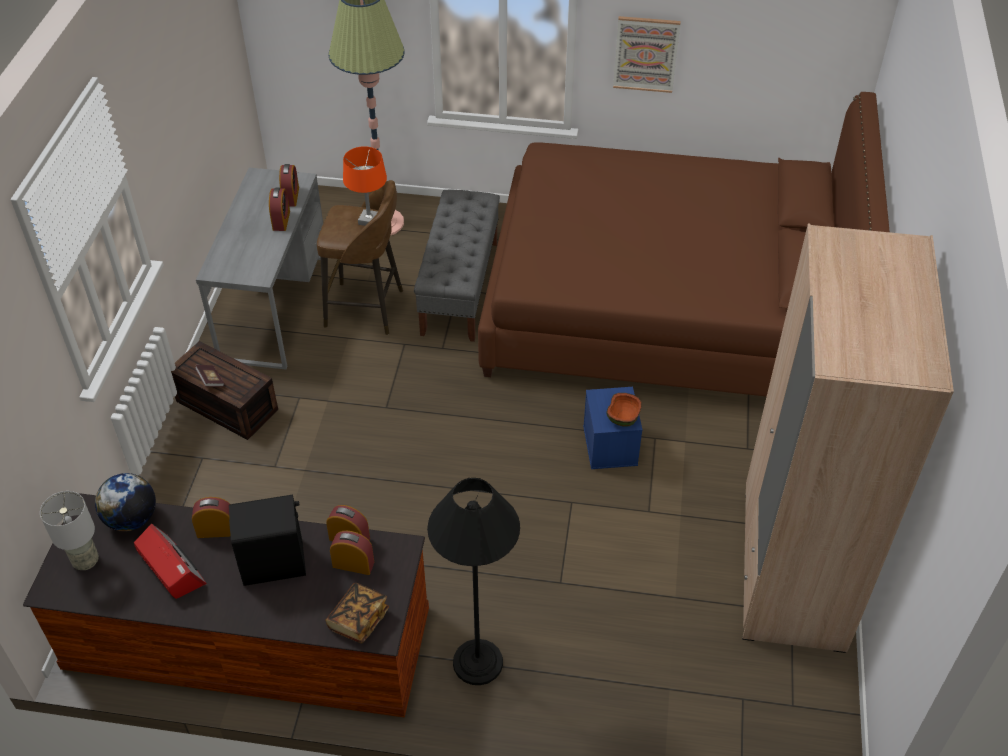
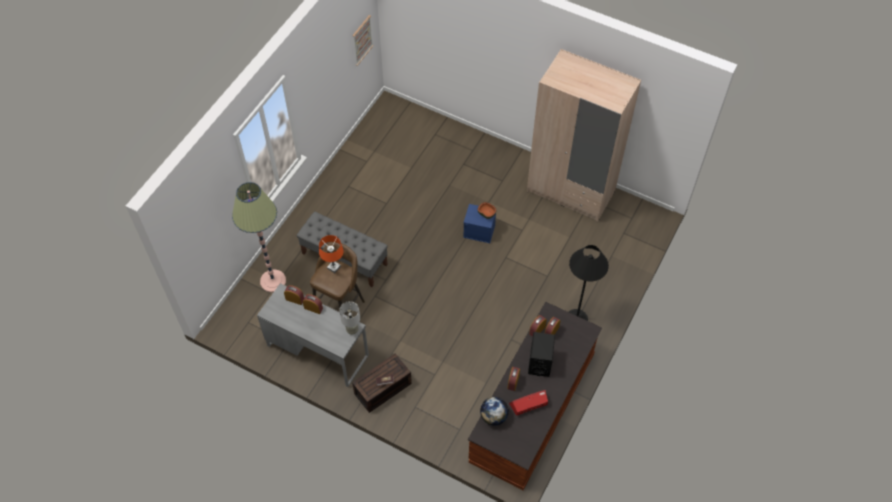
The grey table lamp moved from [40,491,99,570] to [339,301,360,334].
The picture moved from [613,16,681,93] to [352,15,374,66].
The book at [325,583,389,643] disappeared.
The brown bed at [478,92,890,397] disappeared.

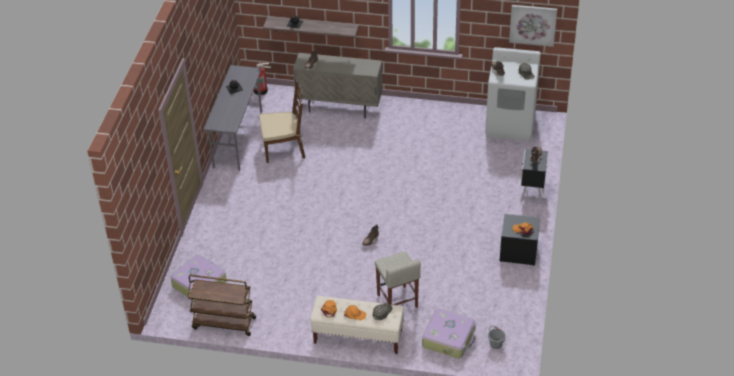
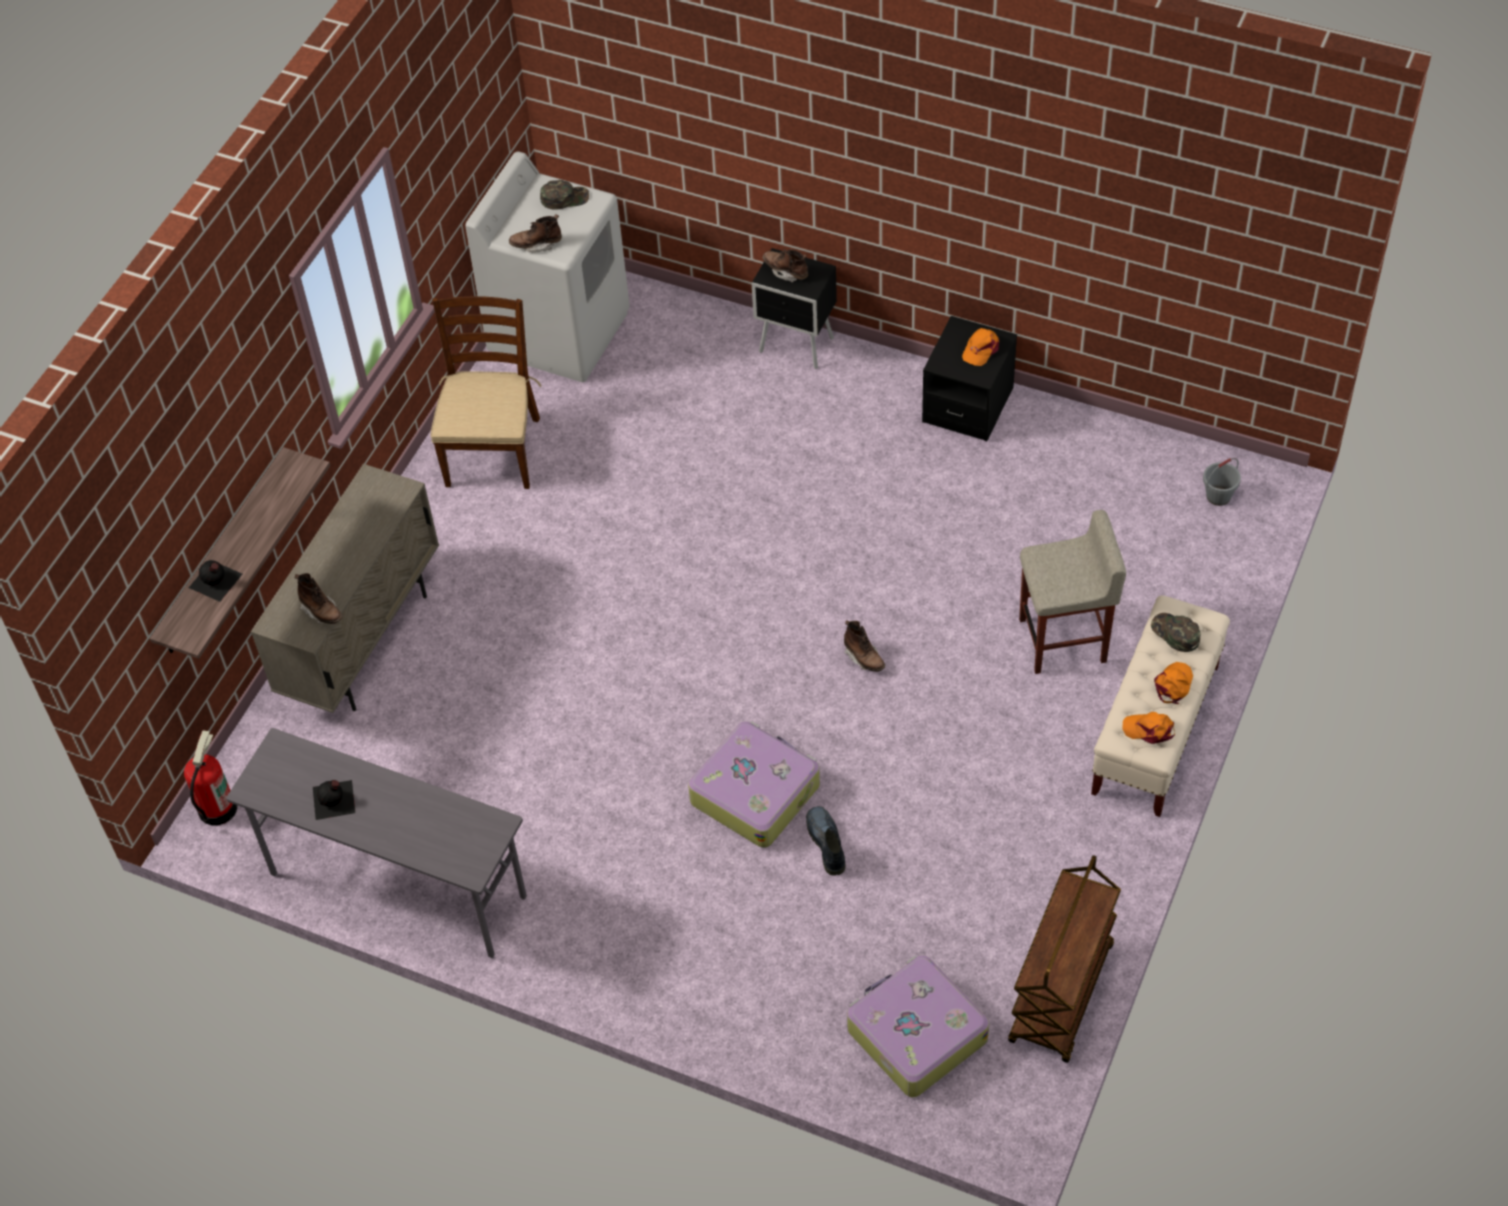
The brown chair moved from [259,81,305,163] to [430,296,541,489].
The suitcase moved from [422,309,476,359] to [688,721,820,848].
The boot at [806,806,846,876] appeared.
The picture at [509,5,557,47] disappeared.

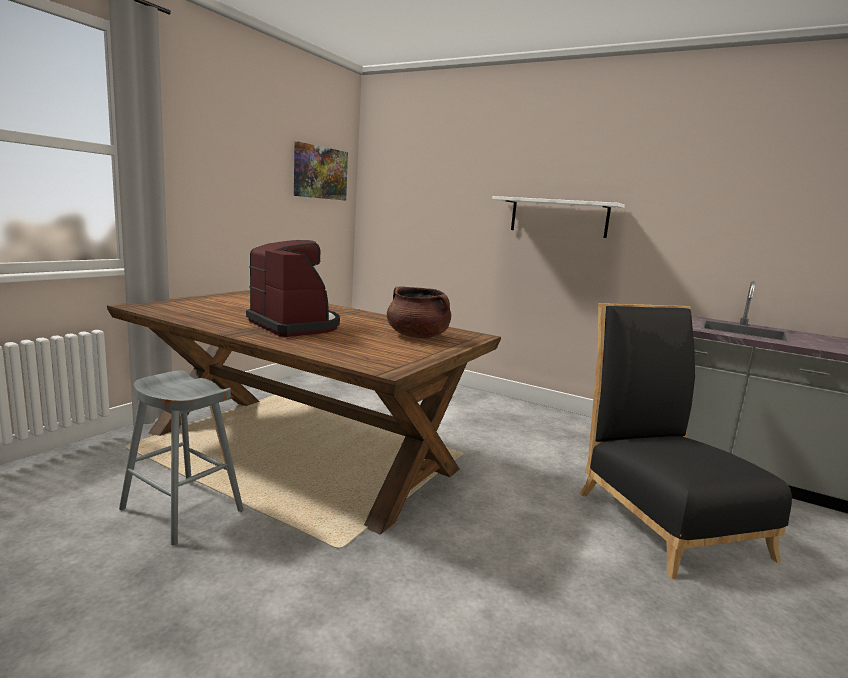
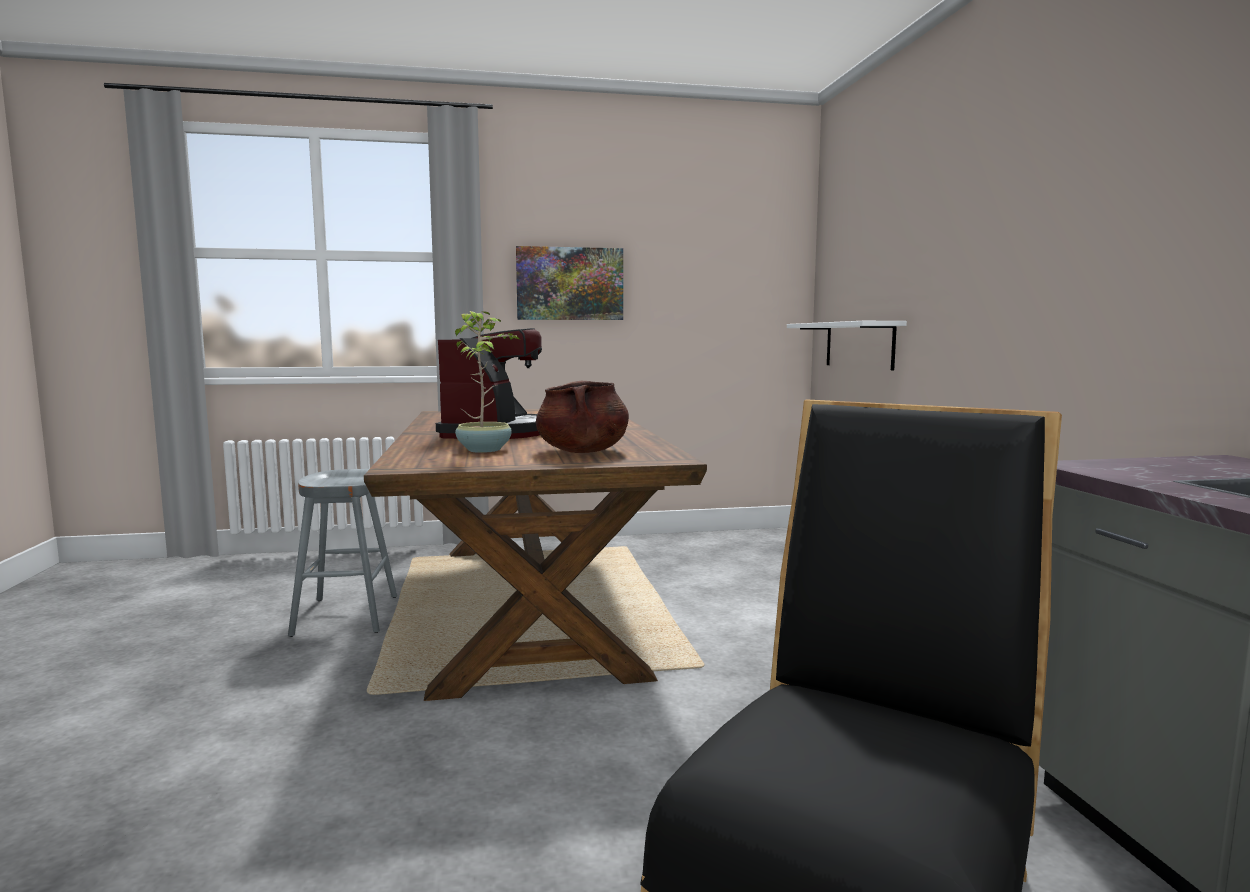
The potted plant at [455,311,521,453] appeared.
The picture moved from [294,141,348,201] to [516,246,623,320].
The white shelf moved from [492,196,625,238] to [787,321,907,371].

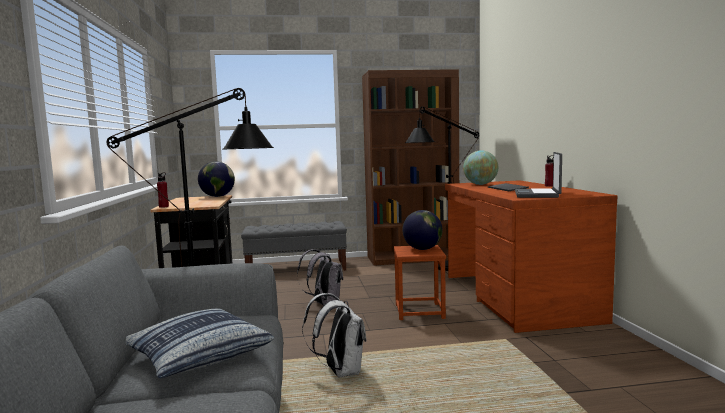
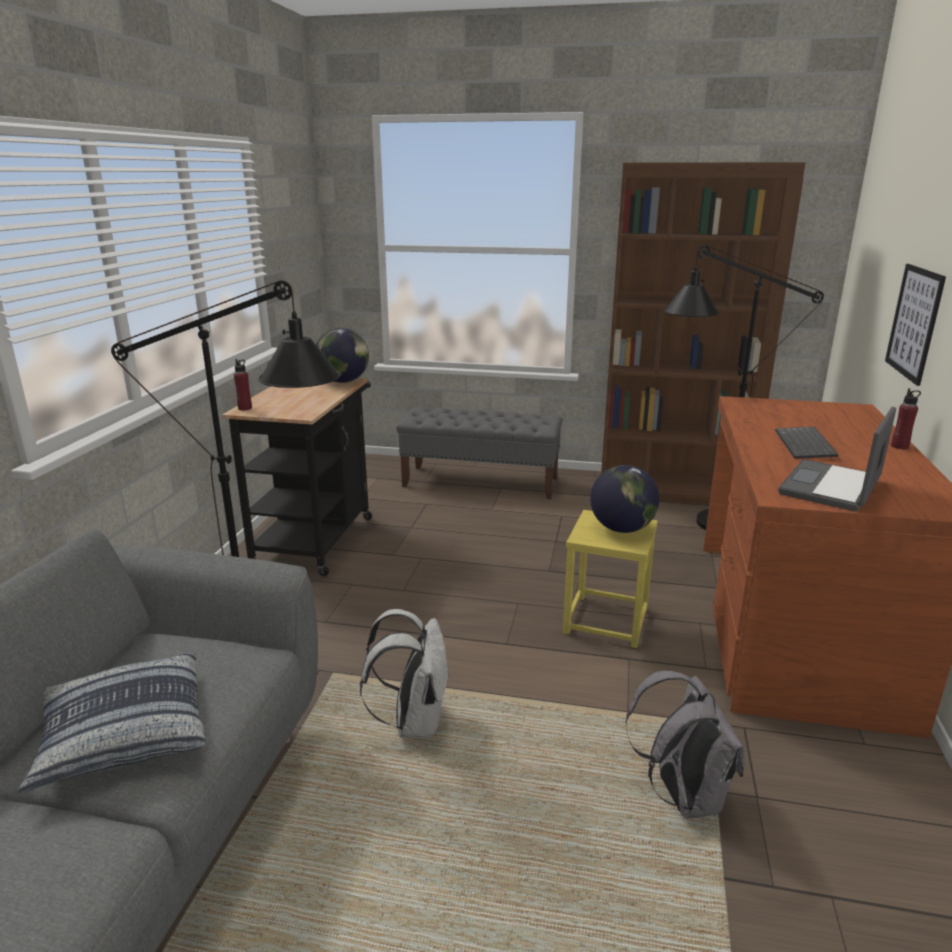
The brown stool at [394,245,446,320] became the yellow stool at [563,510,658,648].
The grey backpack moved from [297,249,343,306] to [625,671,744,818].
The picture at [885,264,946,386] appeared.
The globe at [463,151,498,185] disappeared.

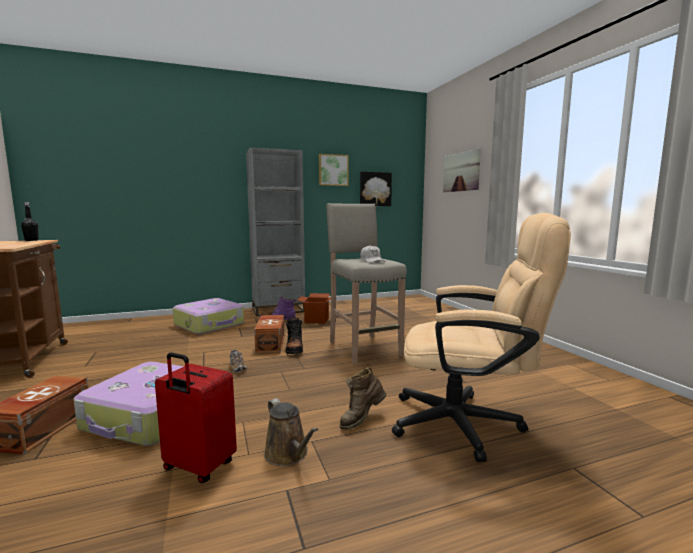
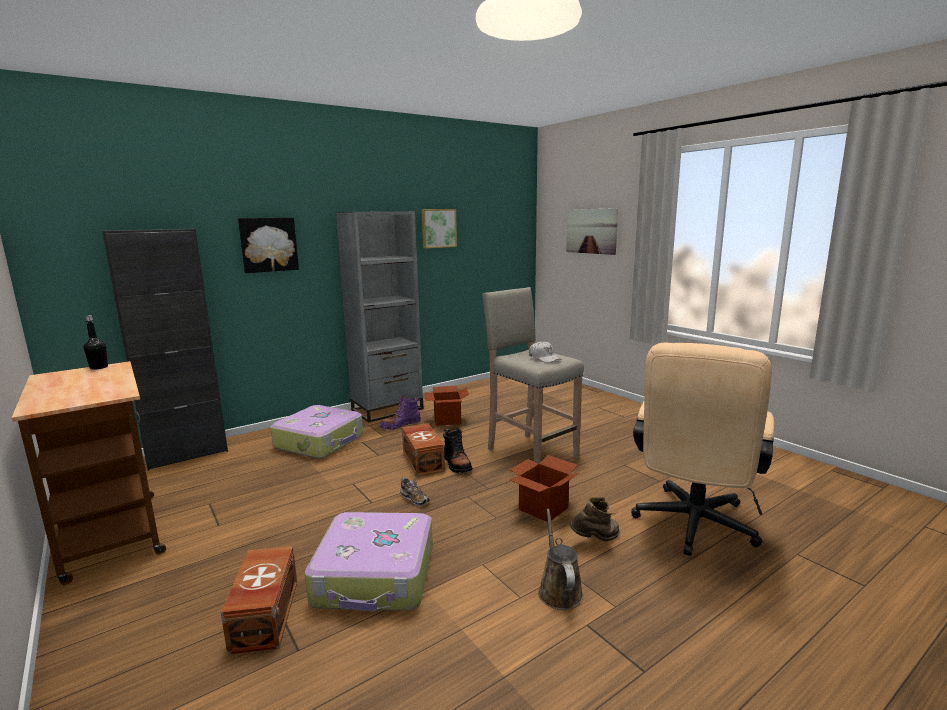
The black cabinet at [102,229,228,471] appeared.
The picture moved from [360,172,392,206] to [238,218,299,273].
The cardboard box at [509,455,579,522] appeared.
The brown watering can at [264,398,318,466] turned 135 degrees counterclockwise.
The brown boot at [339,367,386,430] turned 150 degrees counterclockwise.
The beige office chair at [392,213,571,462] turned 120 degrees clockwise.
The red suitcase at [155,352,237,483] disappeared.

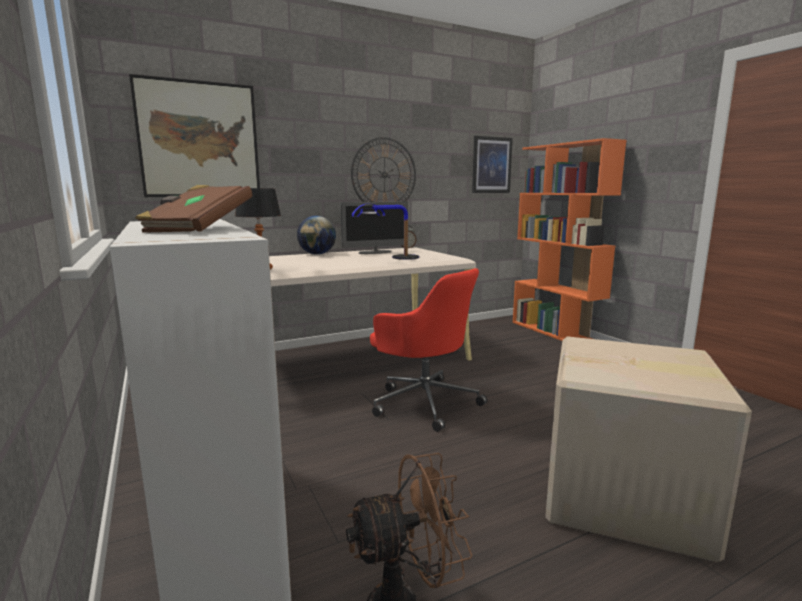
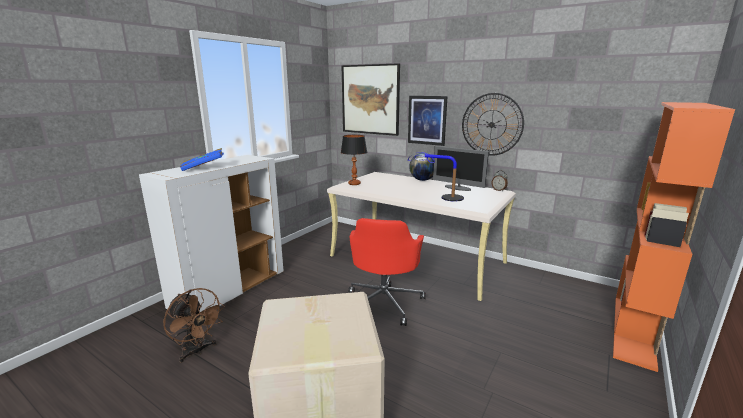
The brown book at [135,185,252,233] became the blue book at [180,148,224,171].
The picture moved from [472,136,513,193] to [408,96,448,146].

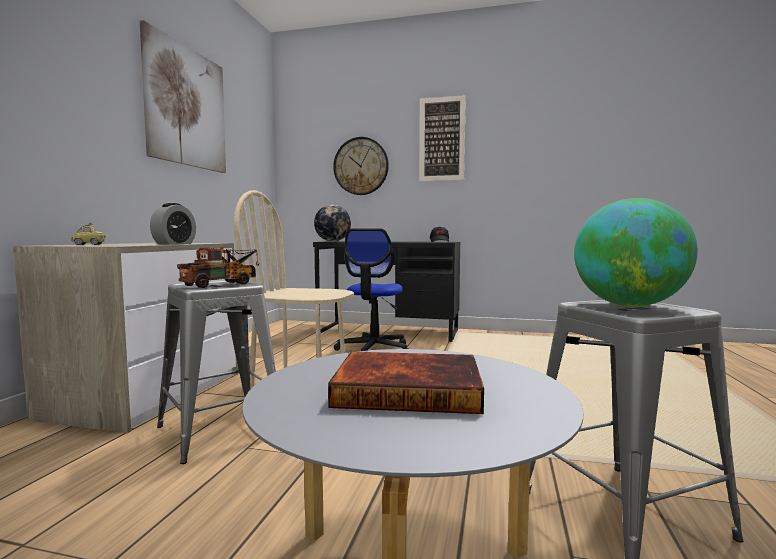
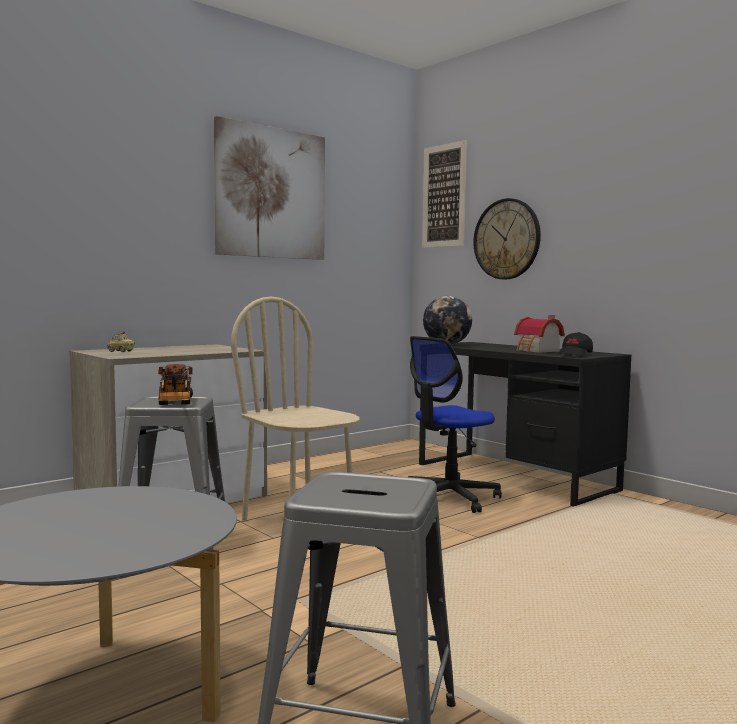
The toy truck at [177,247,259,288] turned 90 degrees clockwise.
The picture moved from [419,95,466,181] to [422,140,467,248].
The toy house at [514,315,565,353] appeared.
The alarm clock at [150,203,196,244] disappeared.
The book at [328,352,484,414] disappeared.
The globe at [574,198,698,307] disappeared.

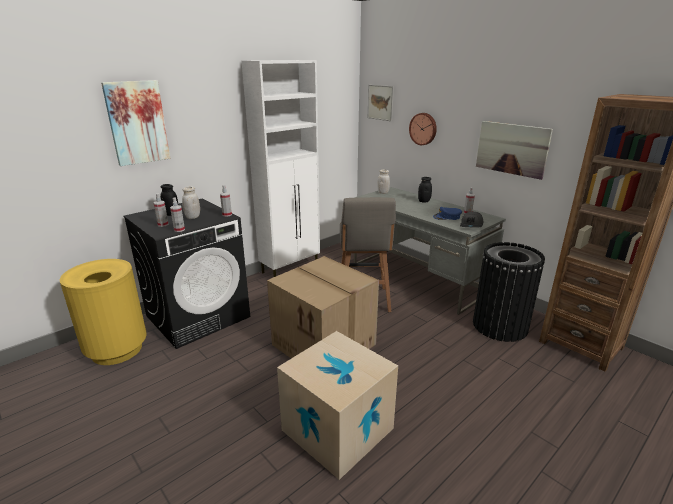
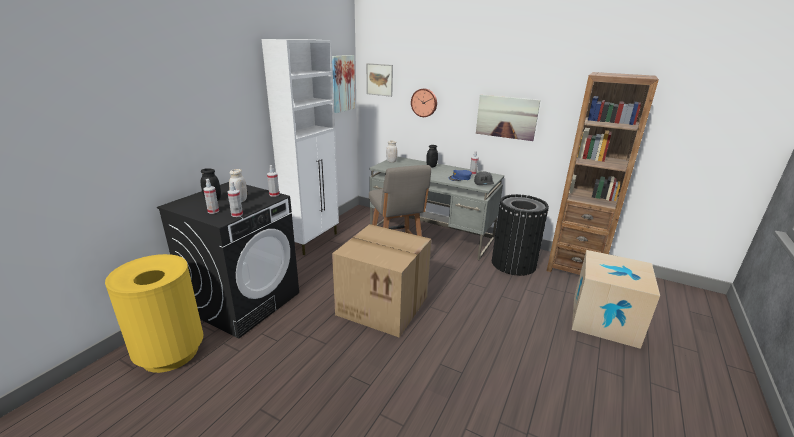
The picture moved from [101,80,170,166] to [332,55,355,113].
The cardboard box moved from [277,331,398,480] to [572,250,660,349].

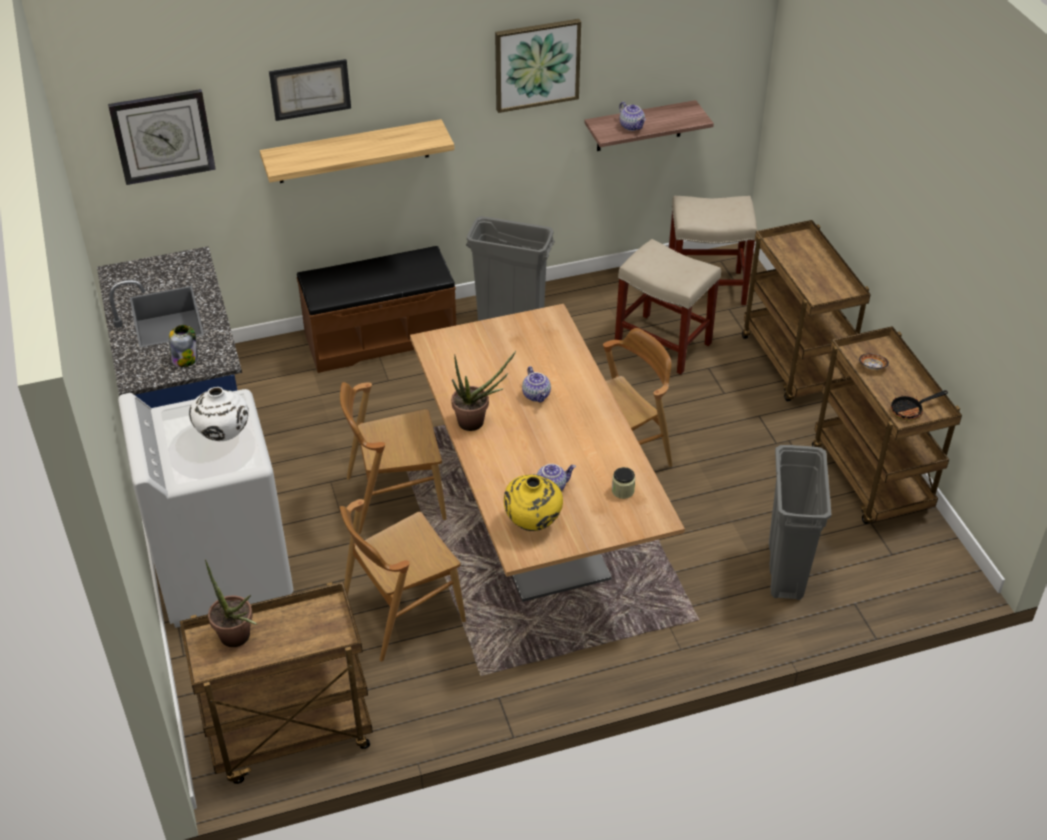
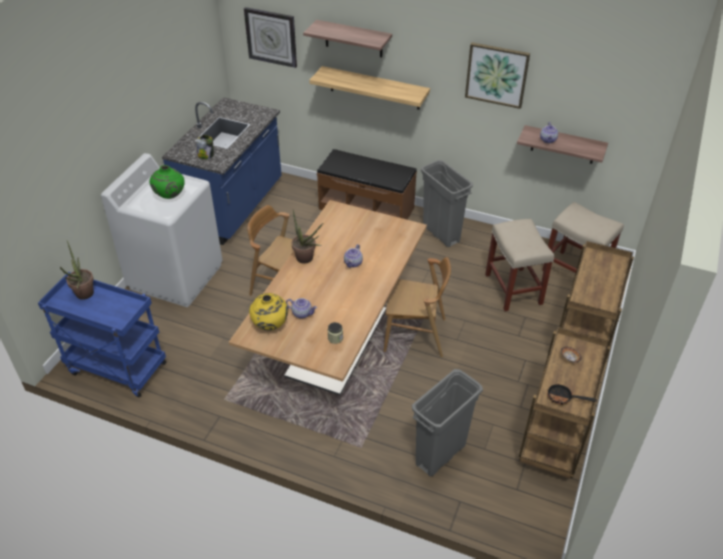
The brown cart at [180,582,373,784] became the blue cart at [38,272,167,397].
The white vase at [189,387,249,441] became the green vase at [150,165,185,199].
The picture at [269,59,351,121] was replaced by the shelf at [303,20,392,57].
The brown chair at [339,499,466,662] disappeared.

